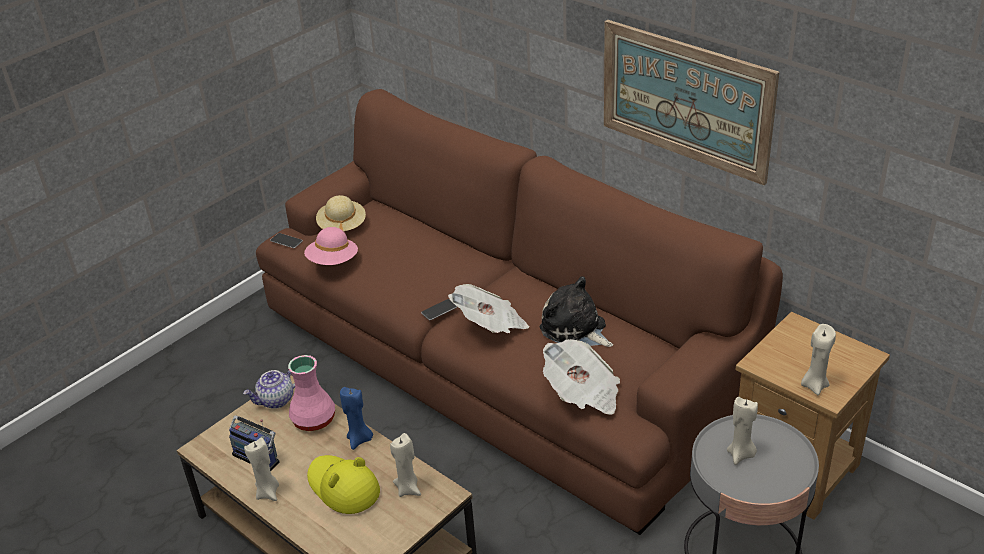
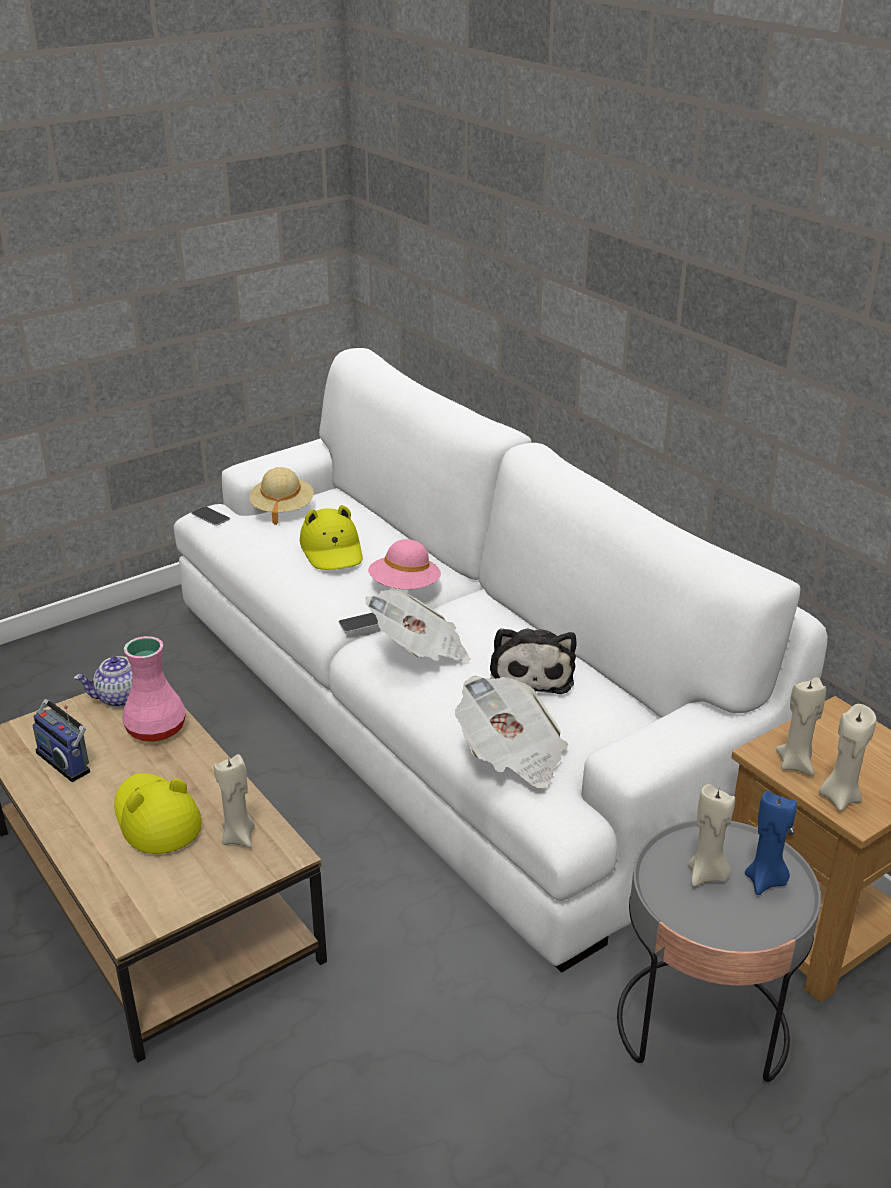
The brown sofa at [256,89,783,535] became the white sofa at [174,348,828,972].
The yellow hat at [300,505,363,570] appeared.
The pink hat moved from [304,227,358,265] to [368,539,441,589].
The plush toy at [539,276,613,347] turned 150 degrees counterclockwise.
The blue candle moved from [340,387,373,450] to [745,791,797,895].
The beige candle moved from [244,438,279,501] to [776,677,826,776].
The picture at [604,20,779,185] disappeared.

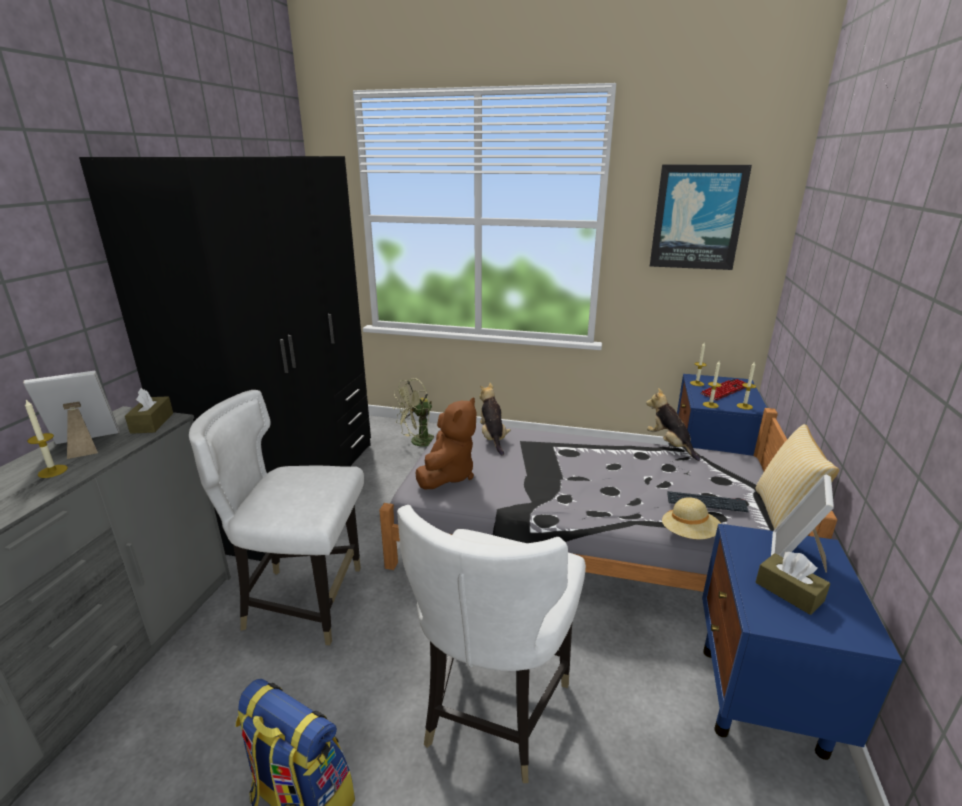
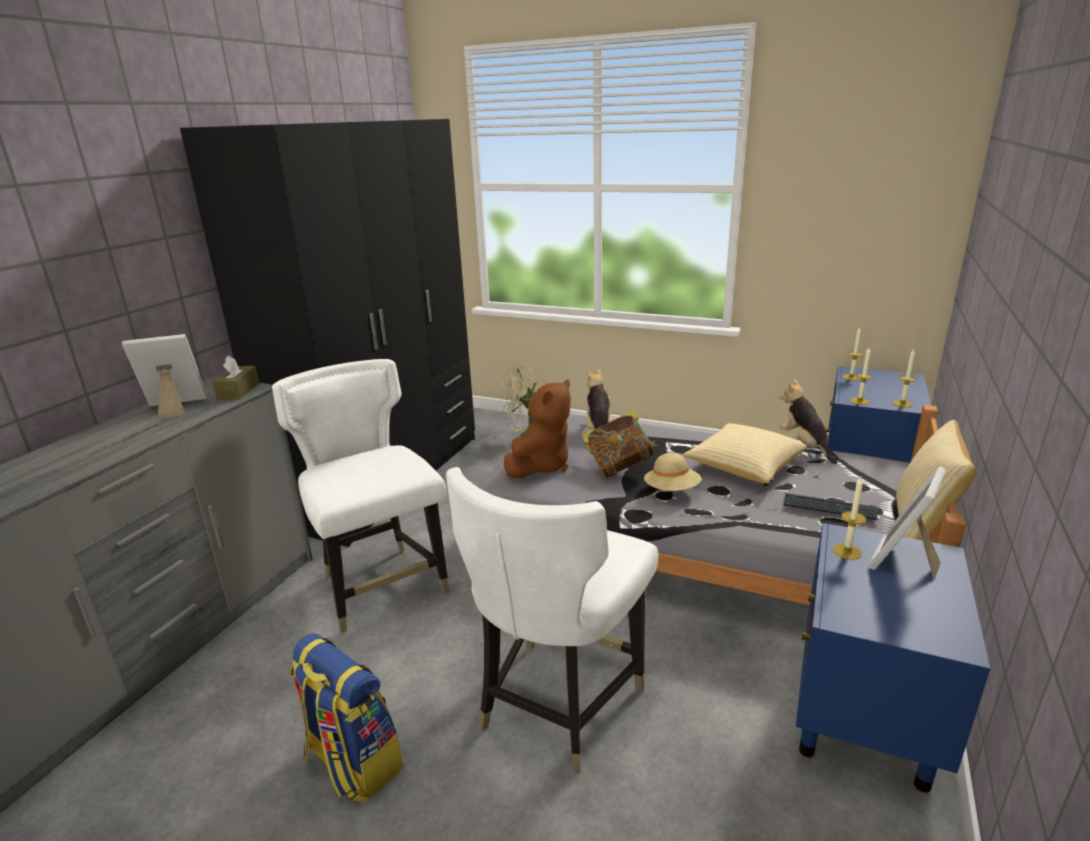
The white chair at [189,390,364,645] turned 45 degrees clockwise.
The book at [581,409,658,478] appeared.
The beige hat moved from [662,497,721,540] to [644,453,702,491].
The pillow at [683,423,807,484] appeared.
The candle moved from [25,400,68,478] to [833,477,866,560].
The picture at [650,164,752,270] disappeared.
The keyboard at [700,379,746,401] disappeared.
The brown tissue box at [756,552,831,615] disappeared.

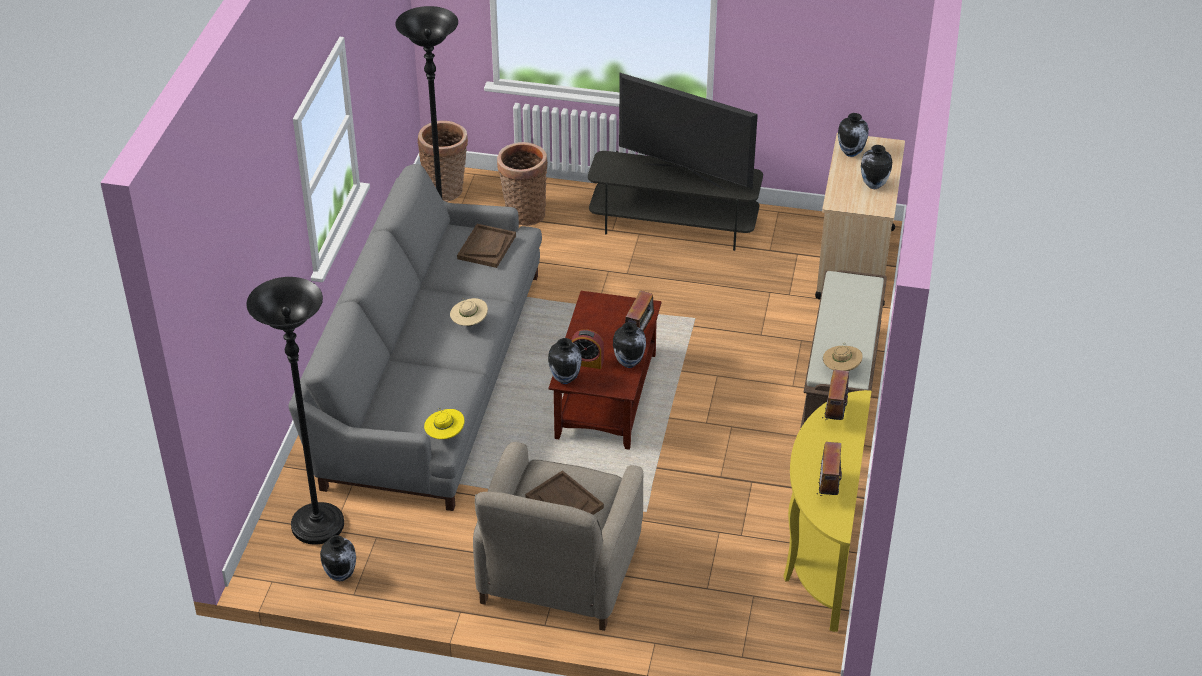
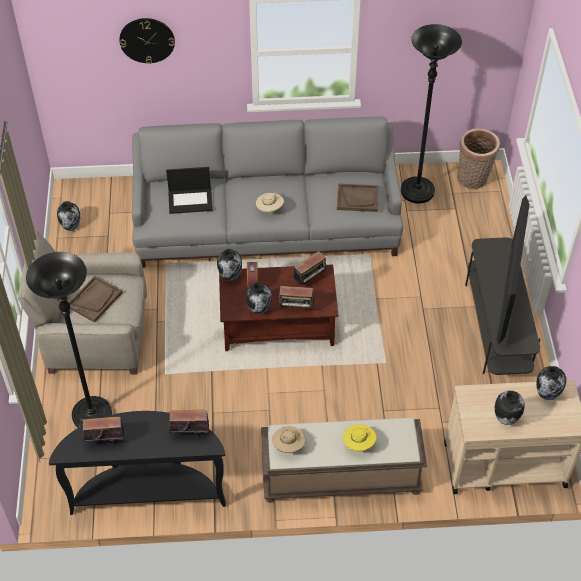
The black floor lamp moved from [246,277,344,545] to [26,252,112,428].
The yellow console table at [783,390,871,632] became the black console table at [49,411,226,515].
The wall clock at [119,18,175,64] appeared.
The laptop at [166,167,213,214] appeared.
The radio at [294,251,326,285] appeared.
The yellow hat moved from [424,408,464,439] to [343,424,376,451].
The basket at [497,142,548,226] disappeared.

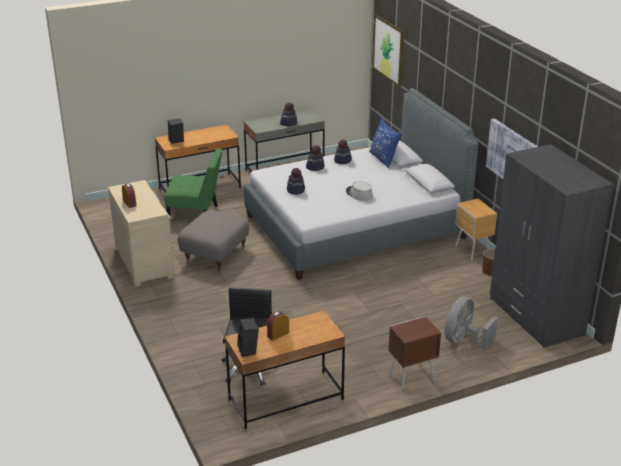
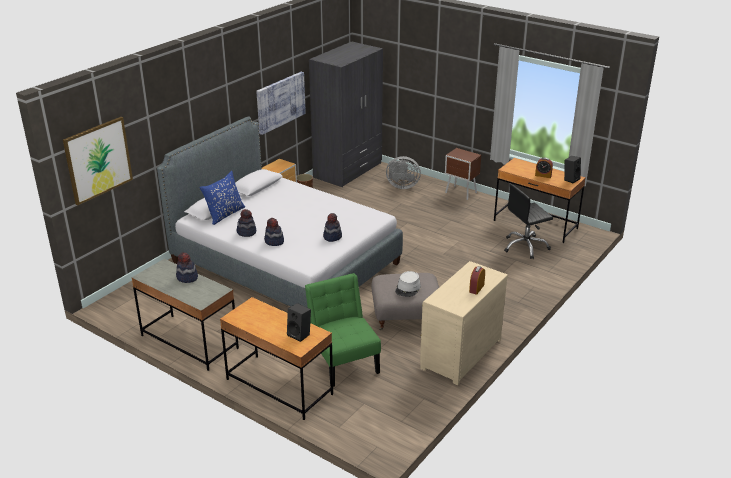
The grey hat moved from [346,181,373,201] to [395,271,421,297].

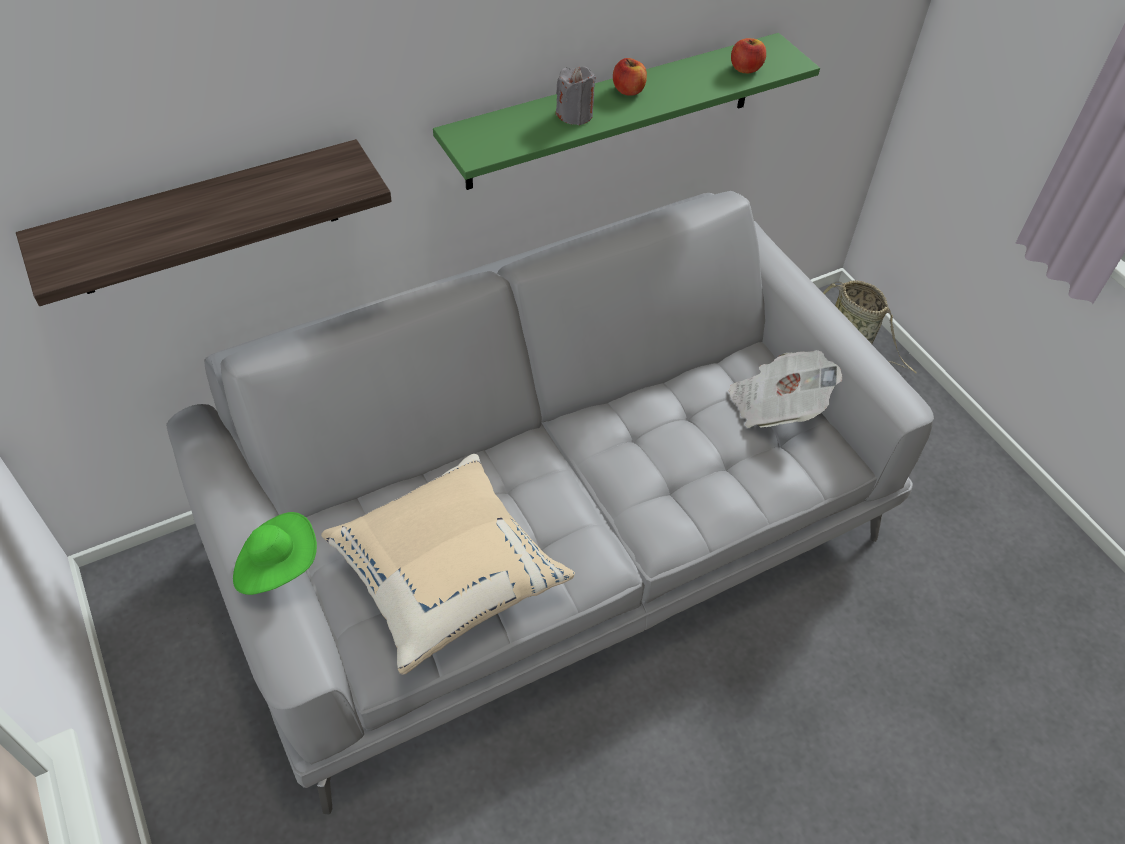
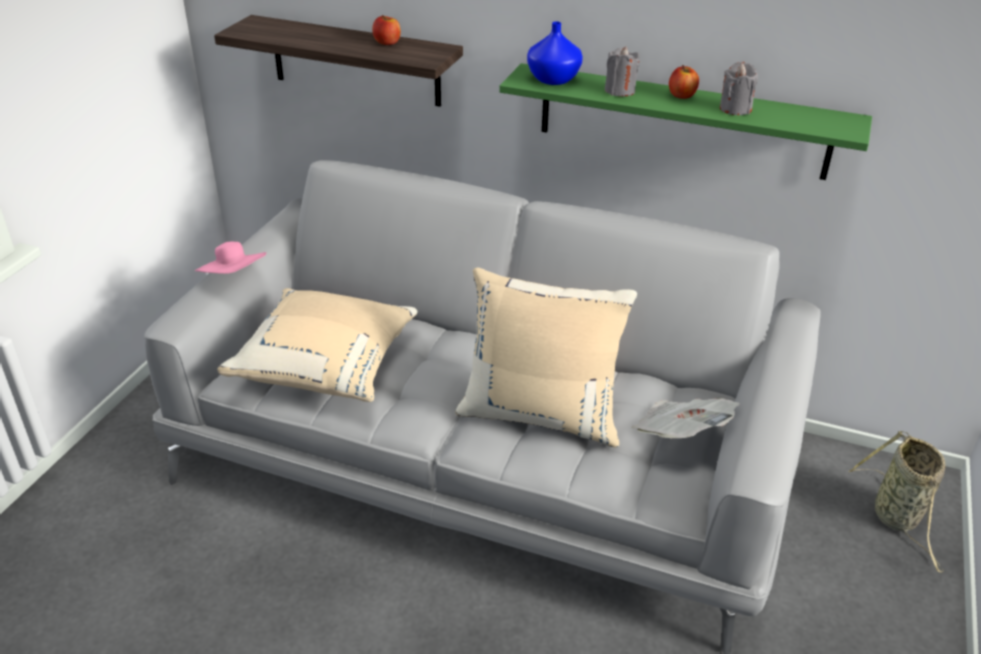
The green hat at [233,512,317,595] became the pink hat at [195,242,267,274].
The apple moved from [731,38,766,73] to [372,15,401,45].
The beige pillow at [455,267,637,447] appeared.
The blue vase at [527,21,583,85] appeared.
The grey candle at [720,62,758,115] appeared.

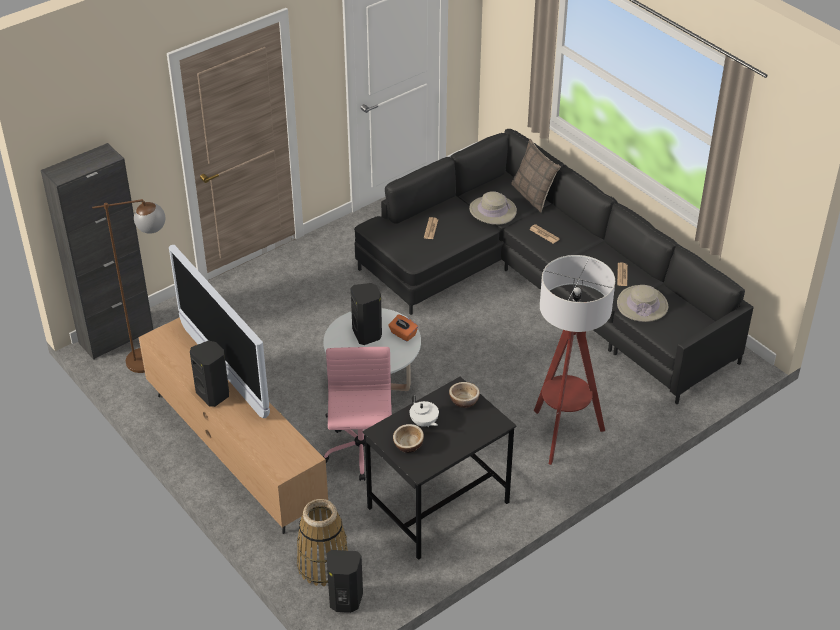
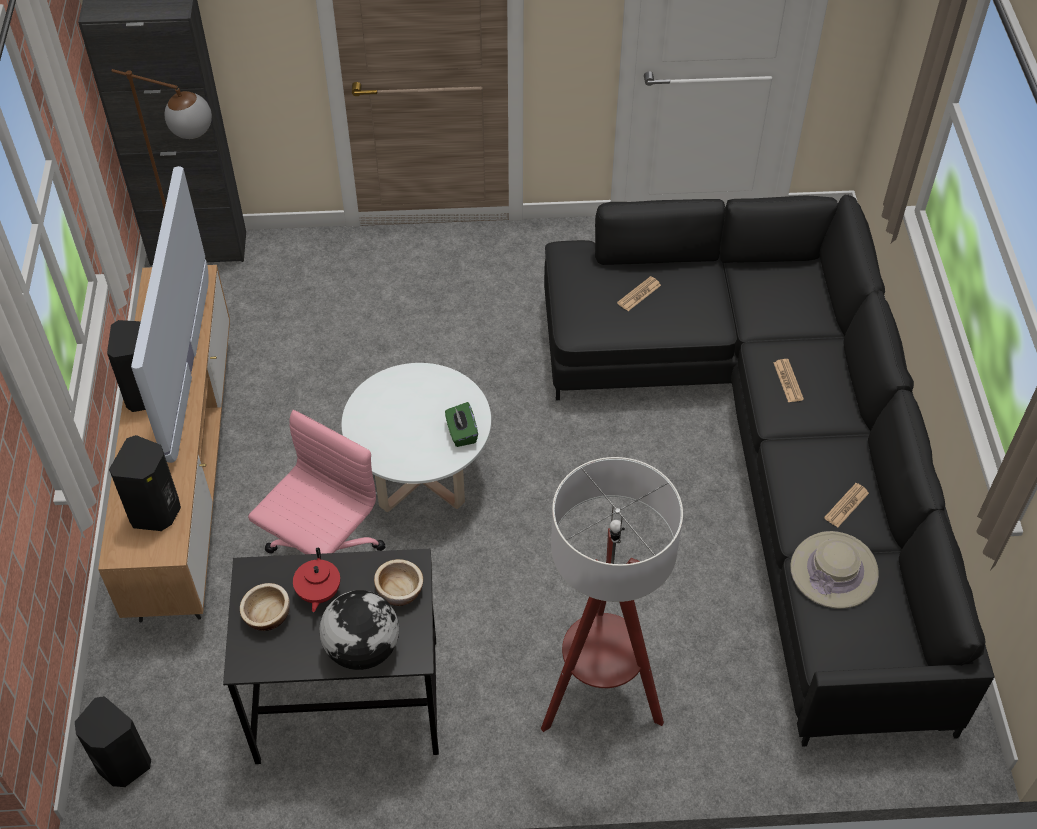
The black speaker moved from [351,283,382,345] to [109,435,181,531].
The white teapot at [410,395,439,427] became the red teapot at [293,548,340,612].
The globe at [319,590,399,670] appeared.
The orange tissue box at [388,314,418,341] became the green tissue box at [445,402,478,447].
The basket at [297,499,348,586] disappeared.
The beige hat at [469,191,517,225] disappeared.
The pillow at [511,139,561,213] disappeared.

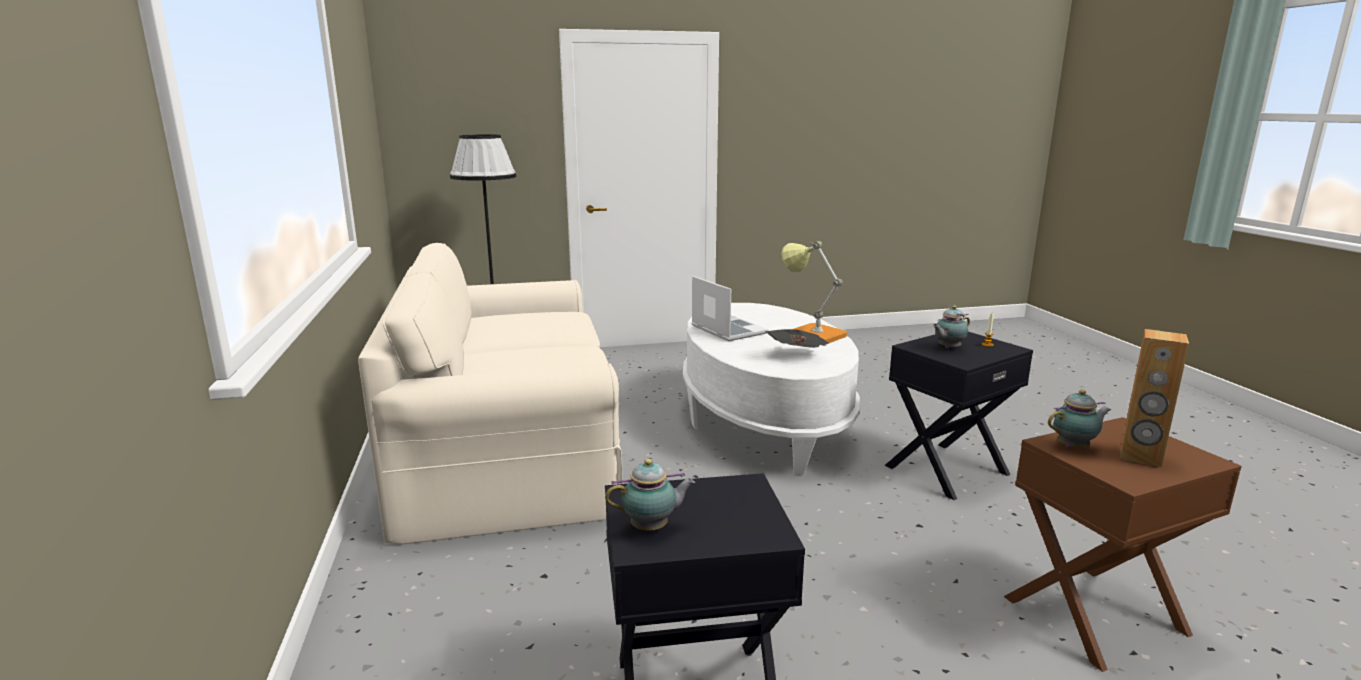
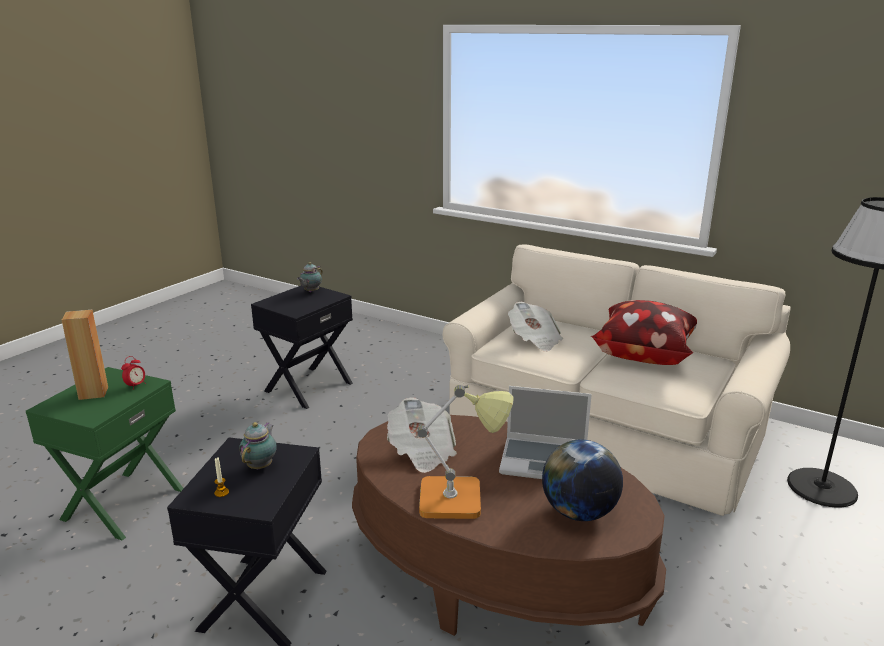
The brown side table at [1003,417,1242,672] became the green side table at [26,367,184,541].
The teapot at [1048,390,1111,448] was replaced by the alarm clock at [121,356,146,390].
The white coffee table at [683,303,860,475] became the brown coffee table at [352,415,666,636].
The newspaper at [508,302,563,352] appeared.
The globe at [542,440,623,521] appeared.
The pillow at [591,300,697,365] appeared.

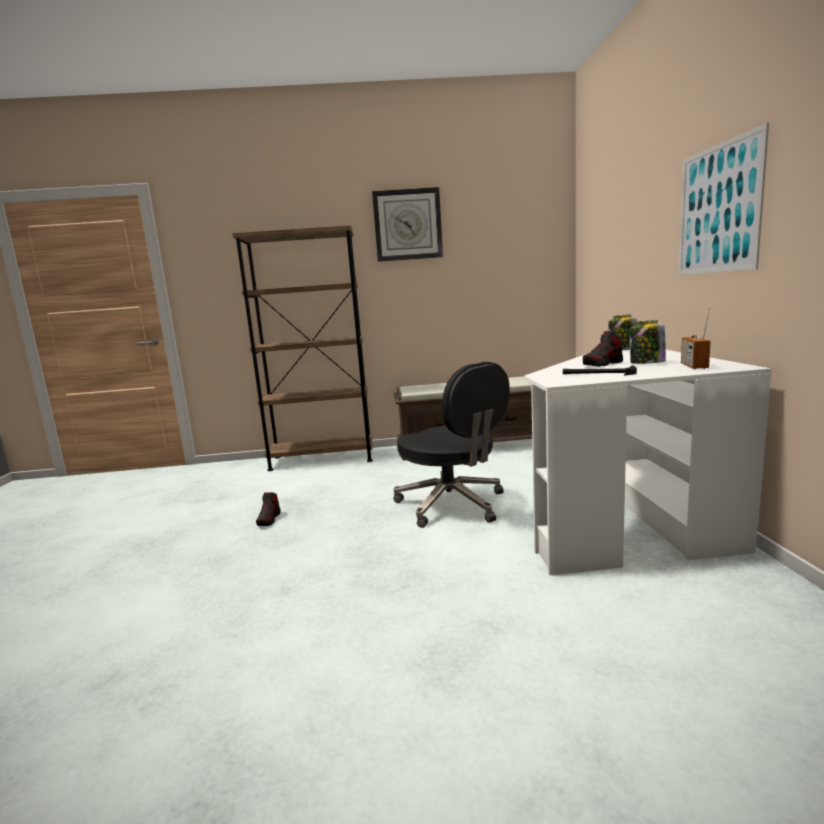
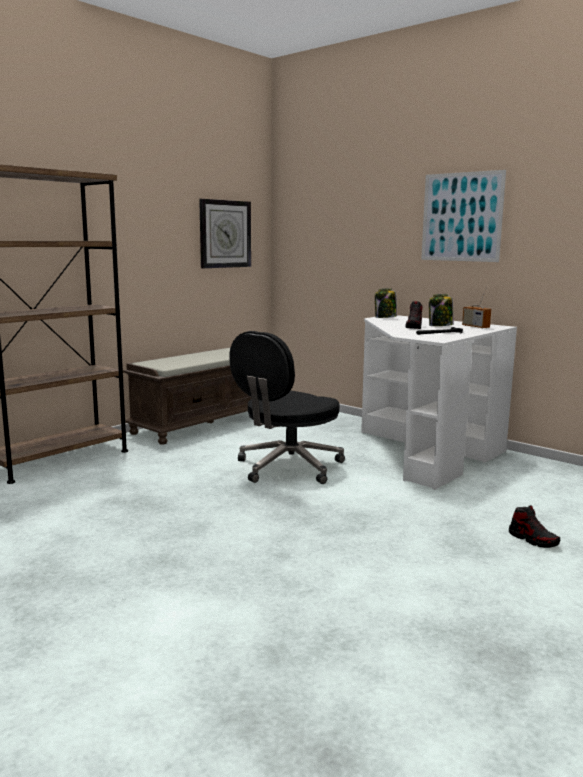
The wall clock moved from [372,187,443,262] to [199,199,251,268].
The black office chair at [394,362,510,528] turned 120 degrees clockwise.
The shoe moved from [256,492,281,526] to [509,505,560,548].

